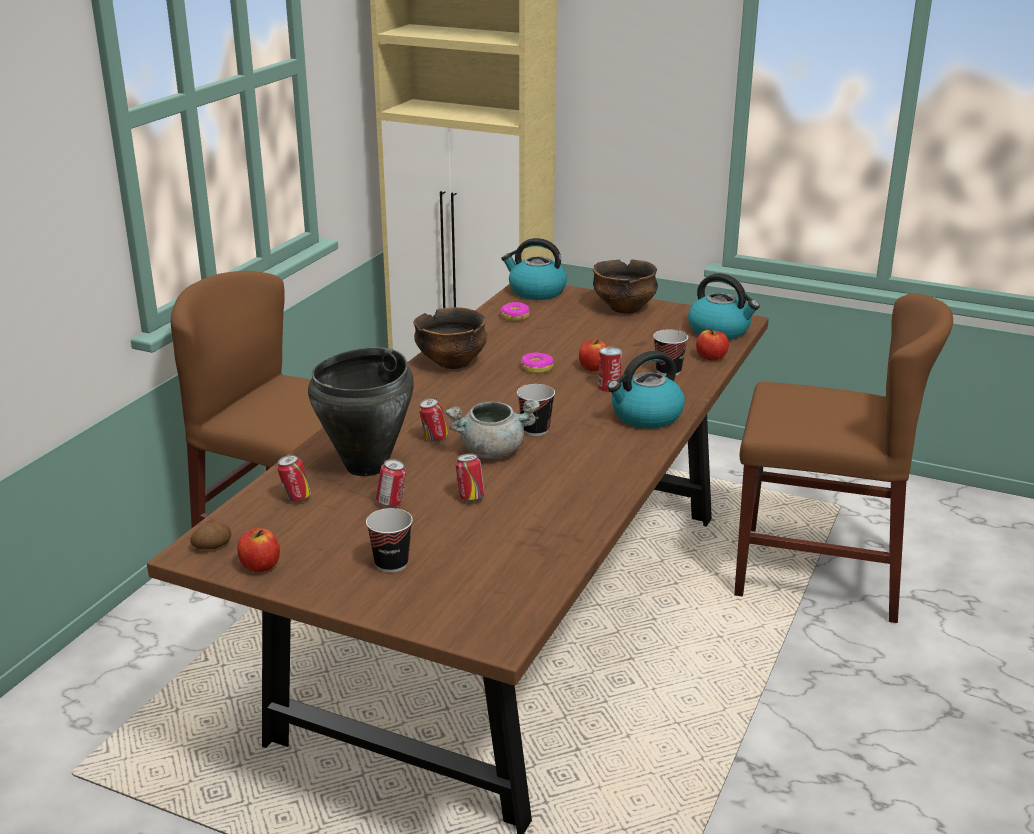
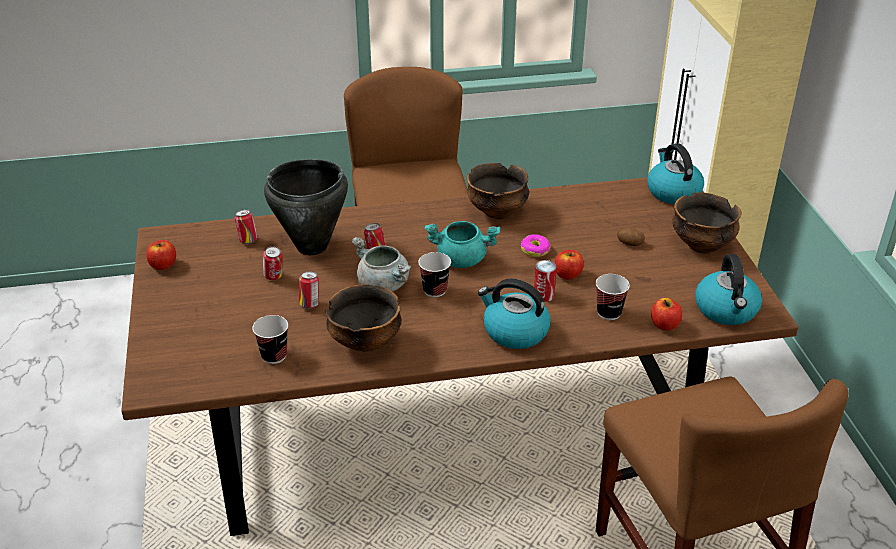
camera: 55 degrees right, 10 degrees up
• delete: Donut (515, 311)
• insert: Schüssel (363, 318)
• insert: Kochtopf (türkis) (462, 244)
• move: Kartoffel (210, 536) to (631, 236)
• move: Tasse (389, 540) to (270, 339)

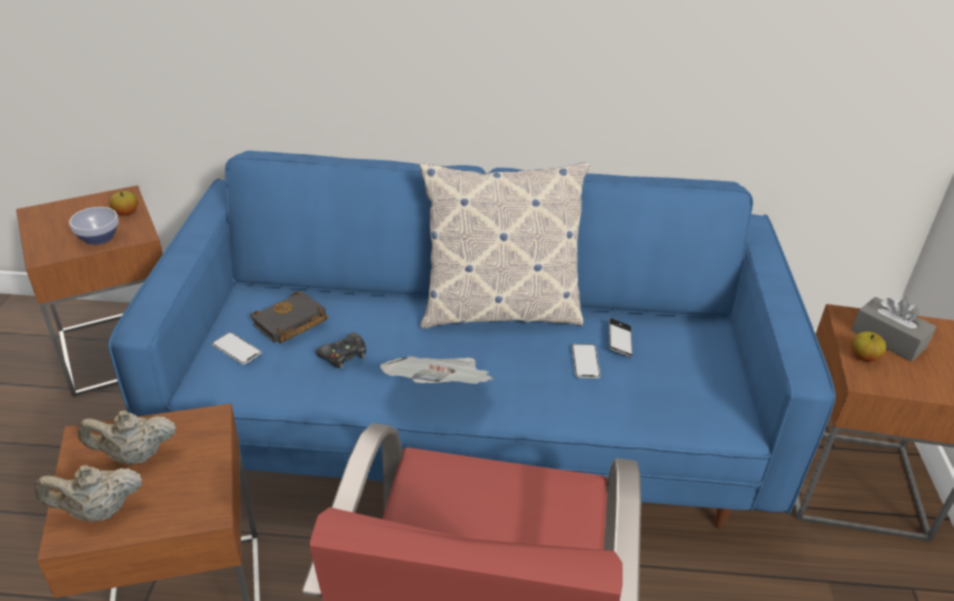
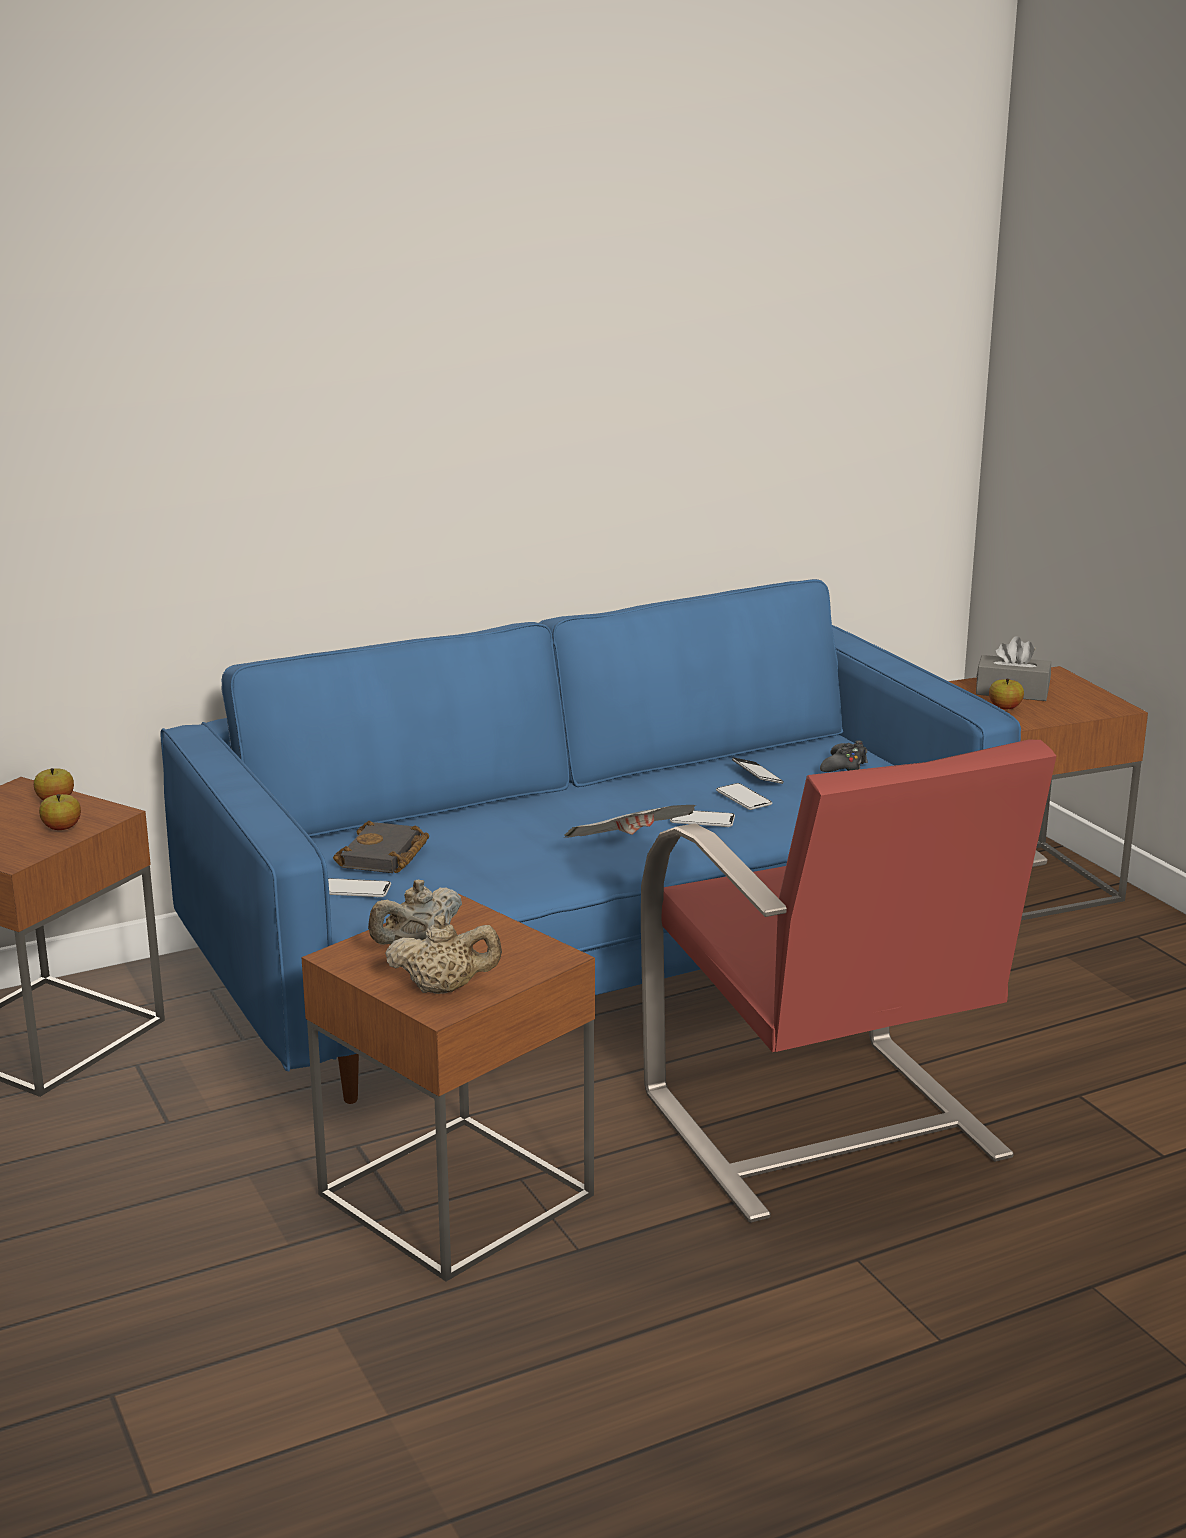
camera: 30 degrees left, 15 degrees down
• delete: Kissen (504, 245)
• insert: Handy (702, 818)
• move: Gamepad (schwarz) (341, 350) to (844, 756)
• replace: Schüssel (94, 226) to Apfel (60, 812)
• rotate: Teekanne (beige) (88, 493) = (443, 954) 135 degrees counterclockwise

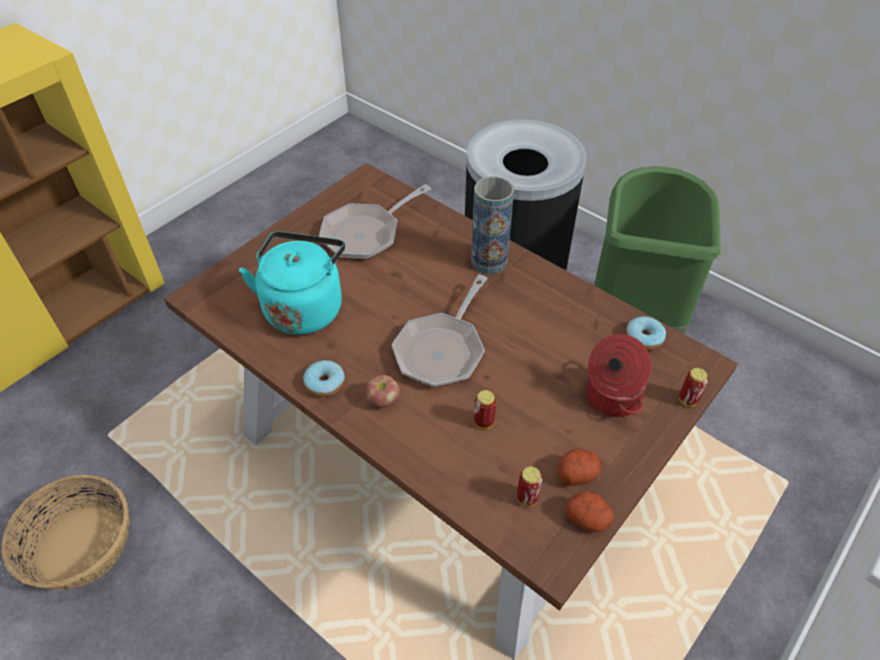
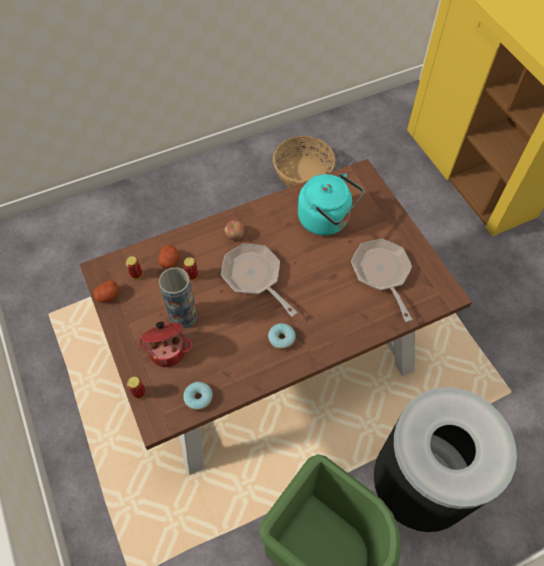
camera: 115 degrees right, 10 degrees up
• move: Donut (324, 378) to (282, 336)
• move: Vase (492, 225) to (178, 298)
• move: Kartoffel (579, 467) to (168, 256)

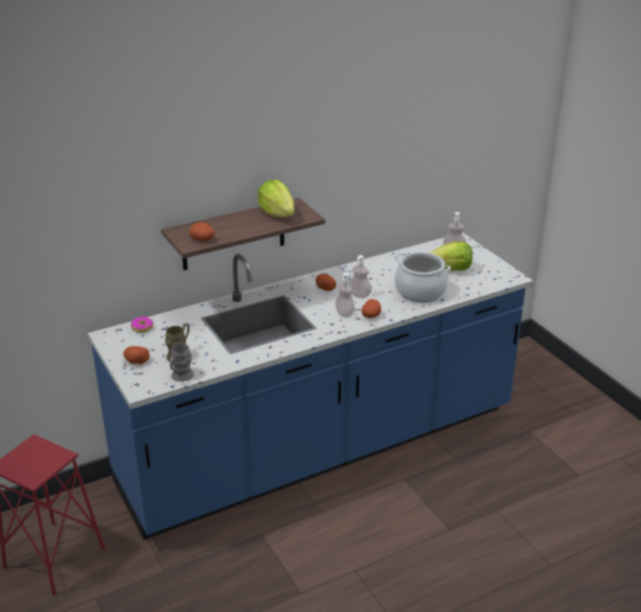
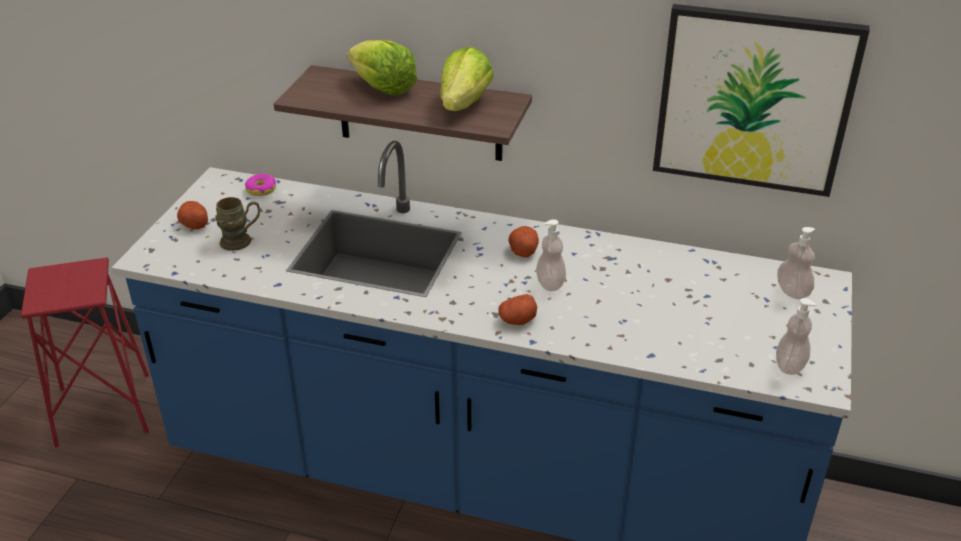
camera: 45 degrees right, 5 degrees up
• delete: Henkelbecher (grau) (182, 363)
• delete: Kartoffel (202, 231)
• delete: Kochtopf (423, 277)
• insert: Bild (761, 100)
• move: Seifenspender (345, 295) to (796, 336)
• move: Salatkopf (451, 256) to (382, 68)

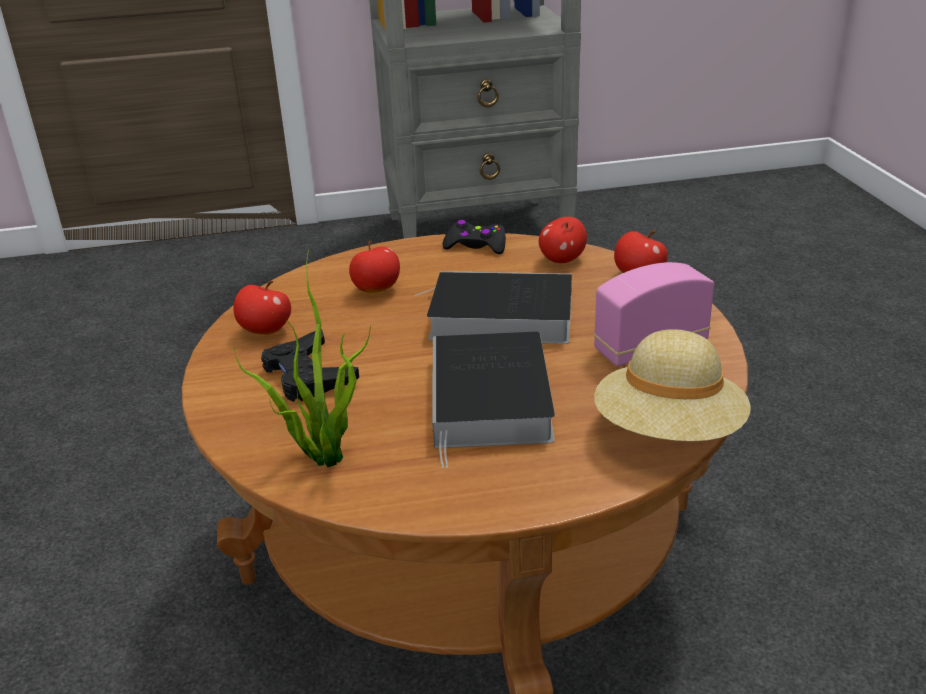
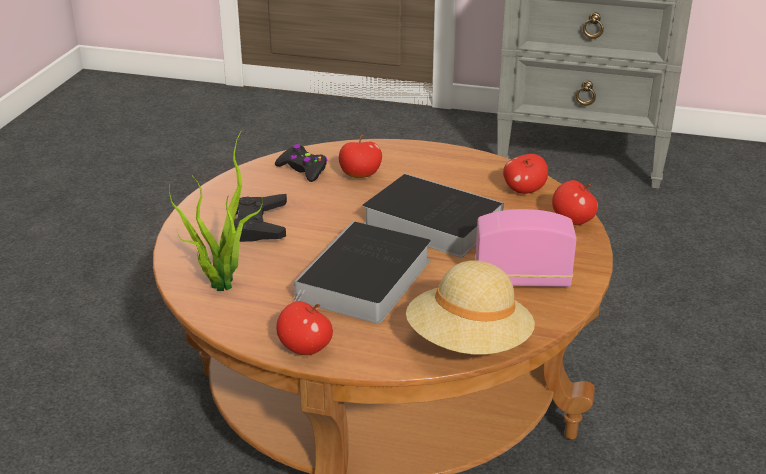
camera: 25 degrees right, 0 degrees up
• move: Apfel (262, 308) to (305, 328)
• move: Gamepad (schwarz) (474, 237) to (301, 163)

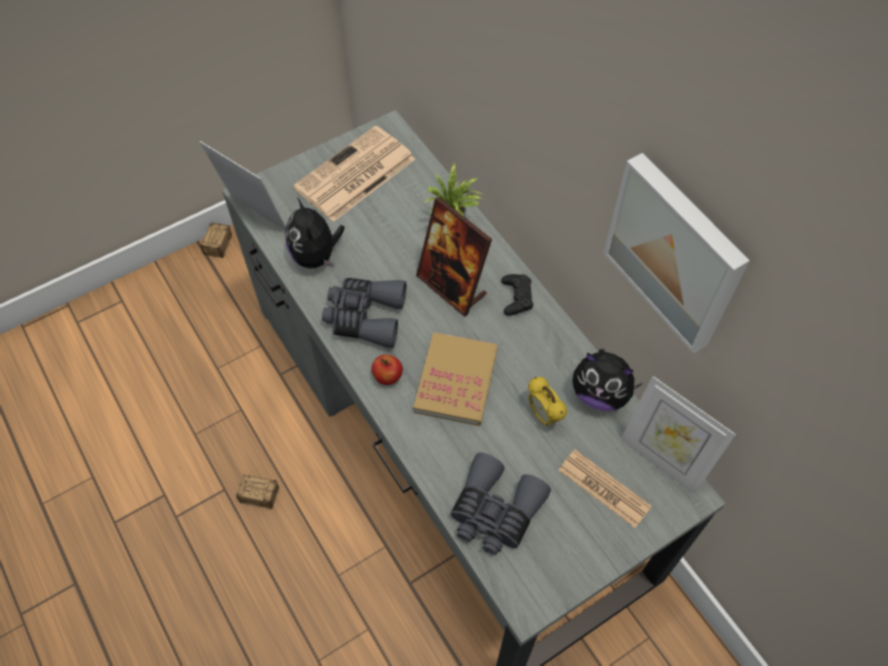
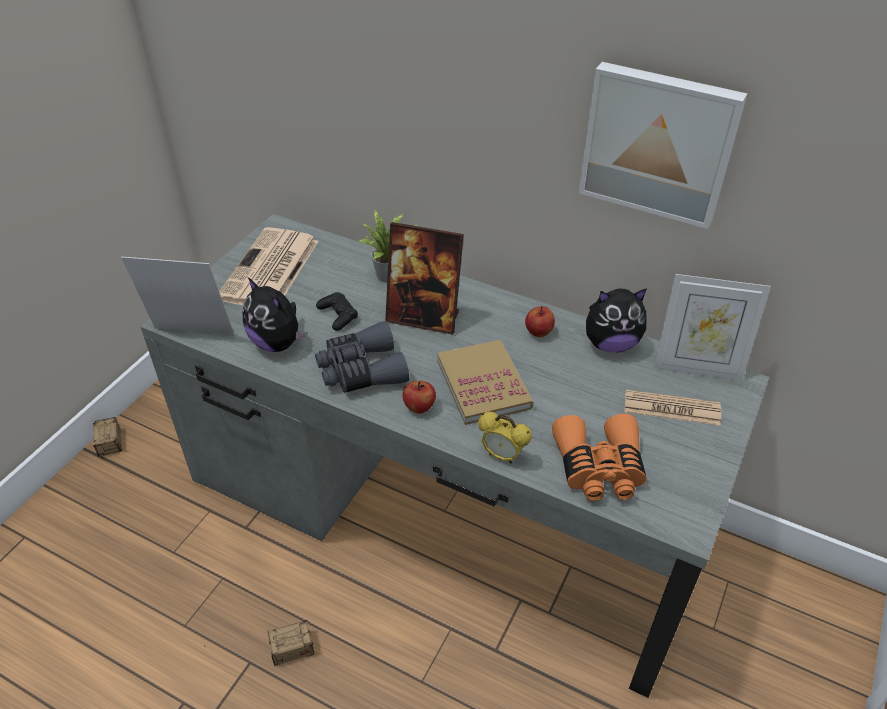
camera: 30 degrees left, 15 degrees down
• insert: Apfel (540, 321)
• move: Gamepad (schwarz) (517, 295) to (337, 311)
• move: Wecker (547, 401) to (505, 438)
• recolor: Fernglas (grau) (501, 504) to Fernglas (orange) (599, 457)

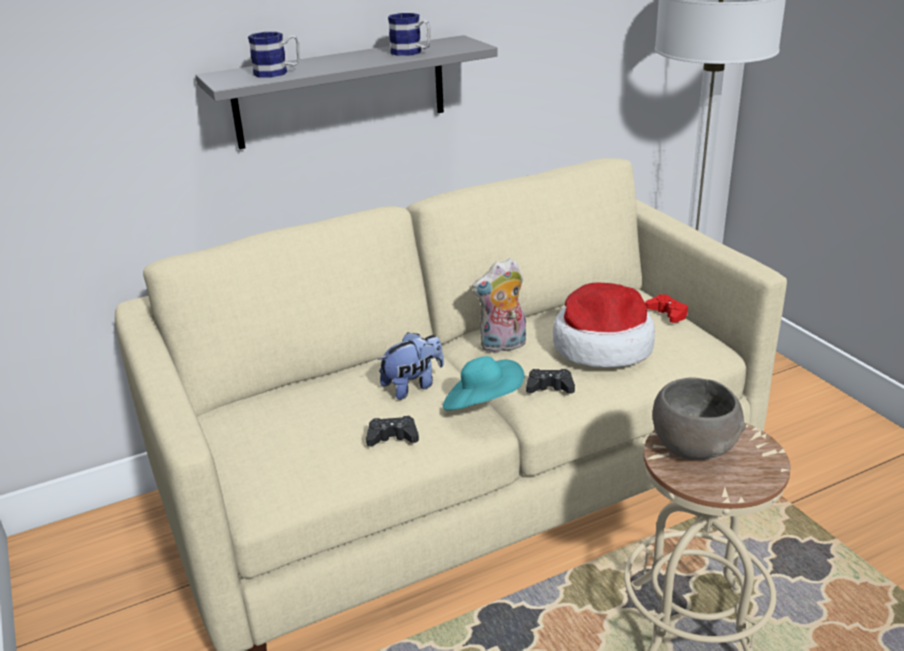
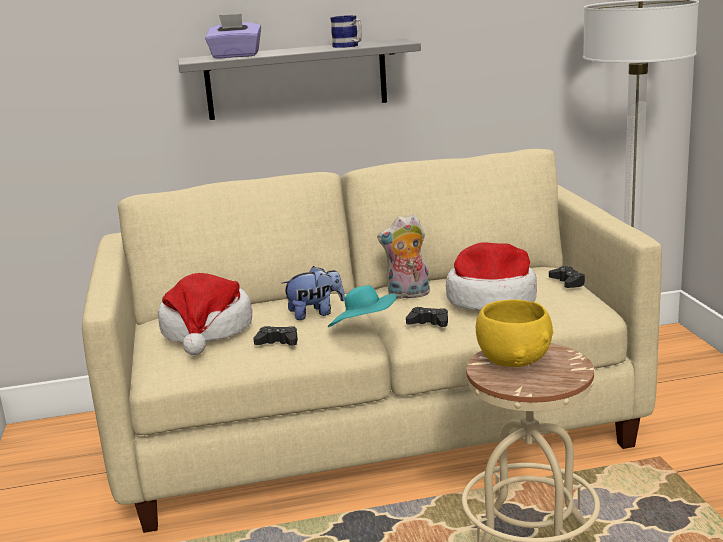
camera: 15 degrees right, 10 degrees down
• insert: Hut (205, 314)
• replace: Henkelbecher (274, 55) to Taschentuchbox (lila) (233, 36)
• recolor: Gamepad (rot) (666, 308) to Gamepad (schwarz) (567, 277)
• recolor: Schüssel (grau) (699, 418) to Schüssel (gelb) (515, 333)

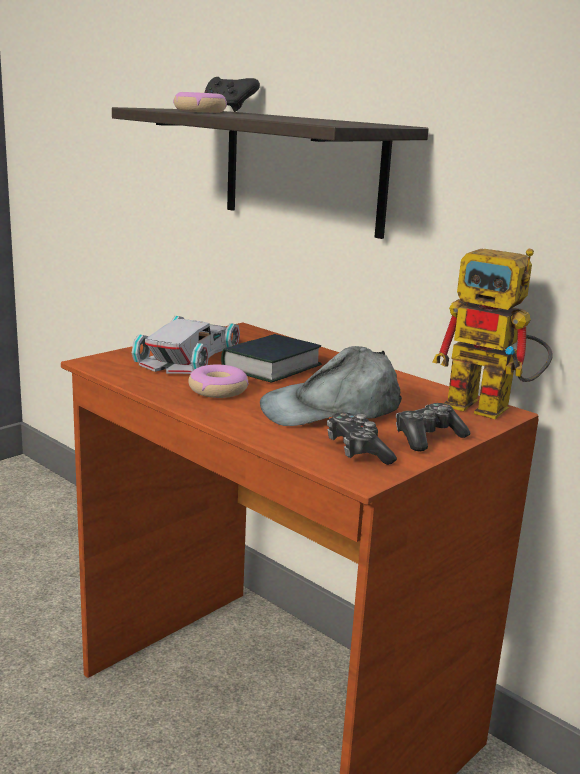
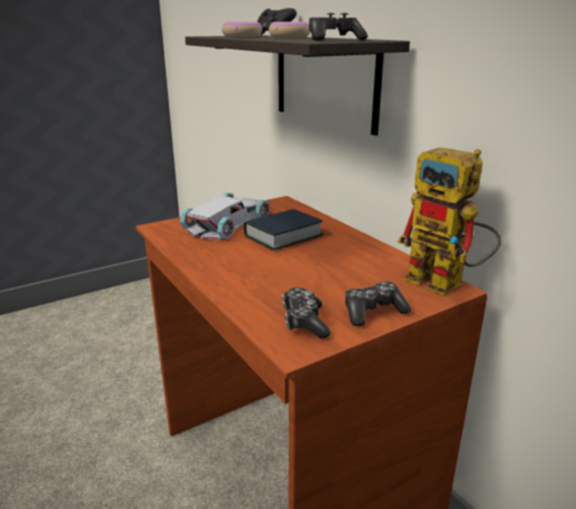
camera: 15 degrees right, 5 degrees up
• delete: Kappe (grau) (331, 386)
• insert: Gamepad (338, 26)
• move: Donut (218, 381) to (290, 30)

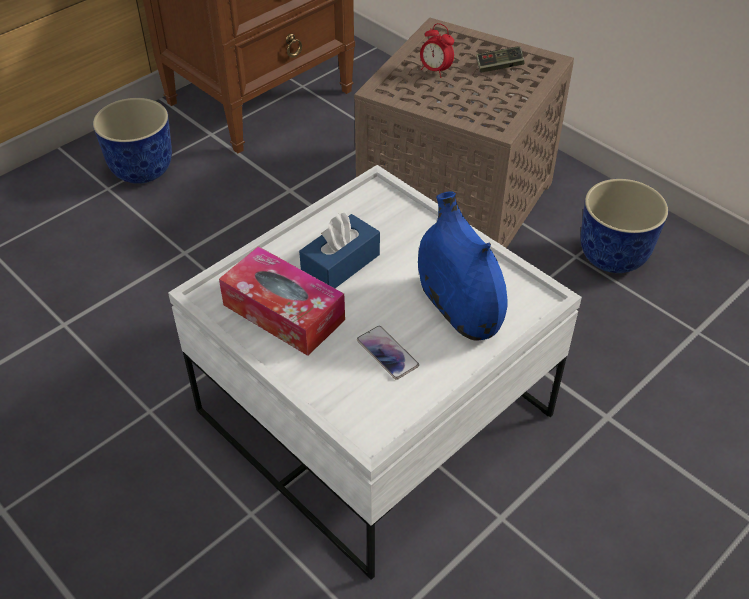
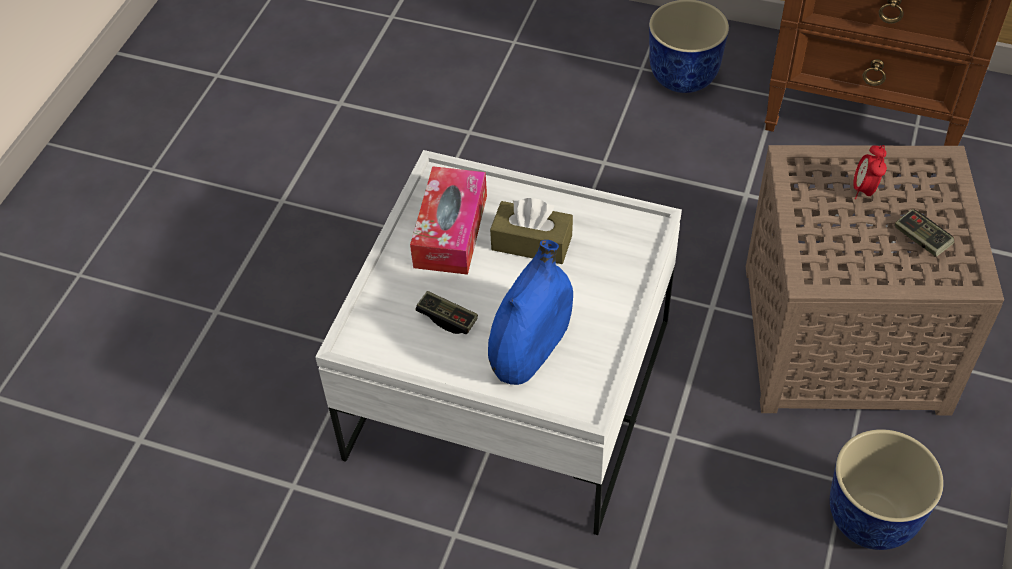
camera: 65 degrees right, 5 degrees up
• replace: Handy (388, 353) to Gamepad (446, 312)
• recolor: Taschentuchbox (blau) (339, 250) to Taschentuchbox (braun) (531, 231)

